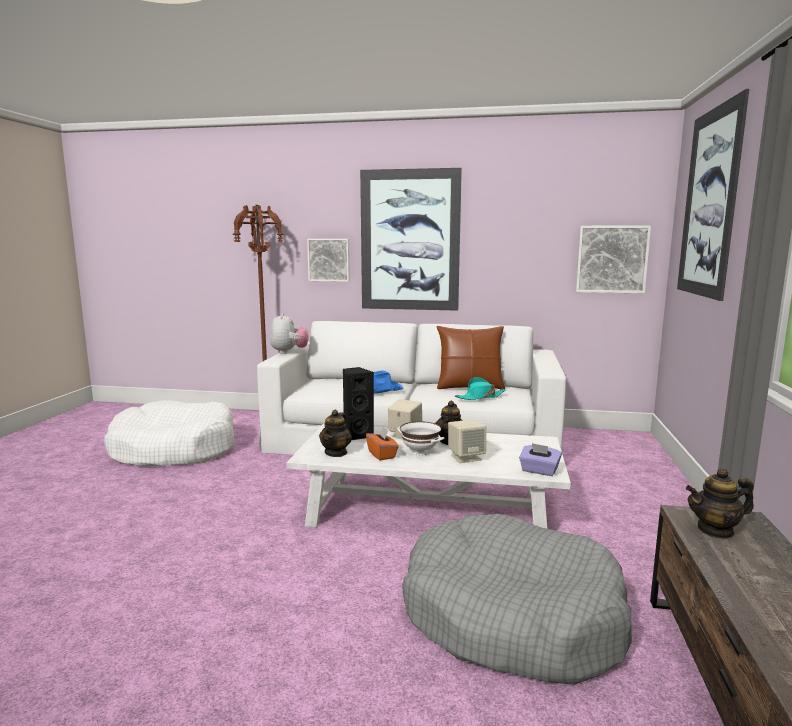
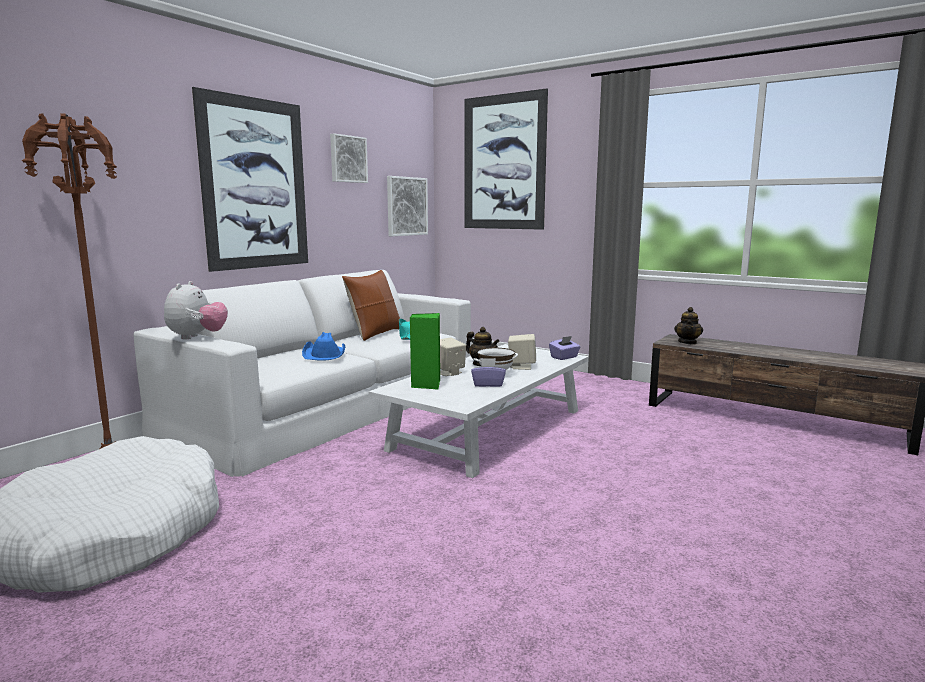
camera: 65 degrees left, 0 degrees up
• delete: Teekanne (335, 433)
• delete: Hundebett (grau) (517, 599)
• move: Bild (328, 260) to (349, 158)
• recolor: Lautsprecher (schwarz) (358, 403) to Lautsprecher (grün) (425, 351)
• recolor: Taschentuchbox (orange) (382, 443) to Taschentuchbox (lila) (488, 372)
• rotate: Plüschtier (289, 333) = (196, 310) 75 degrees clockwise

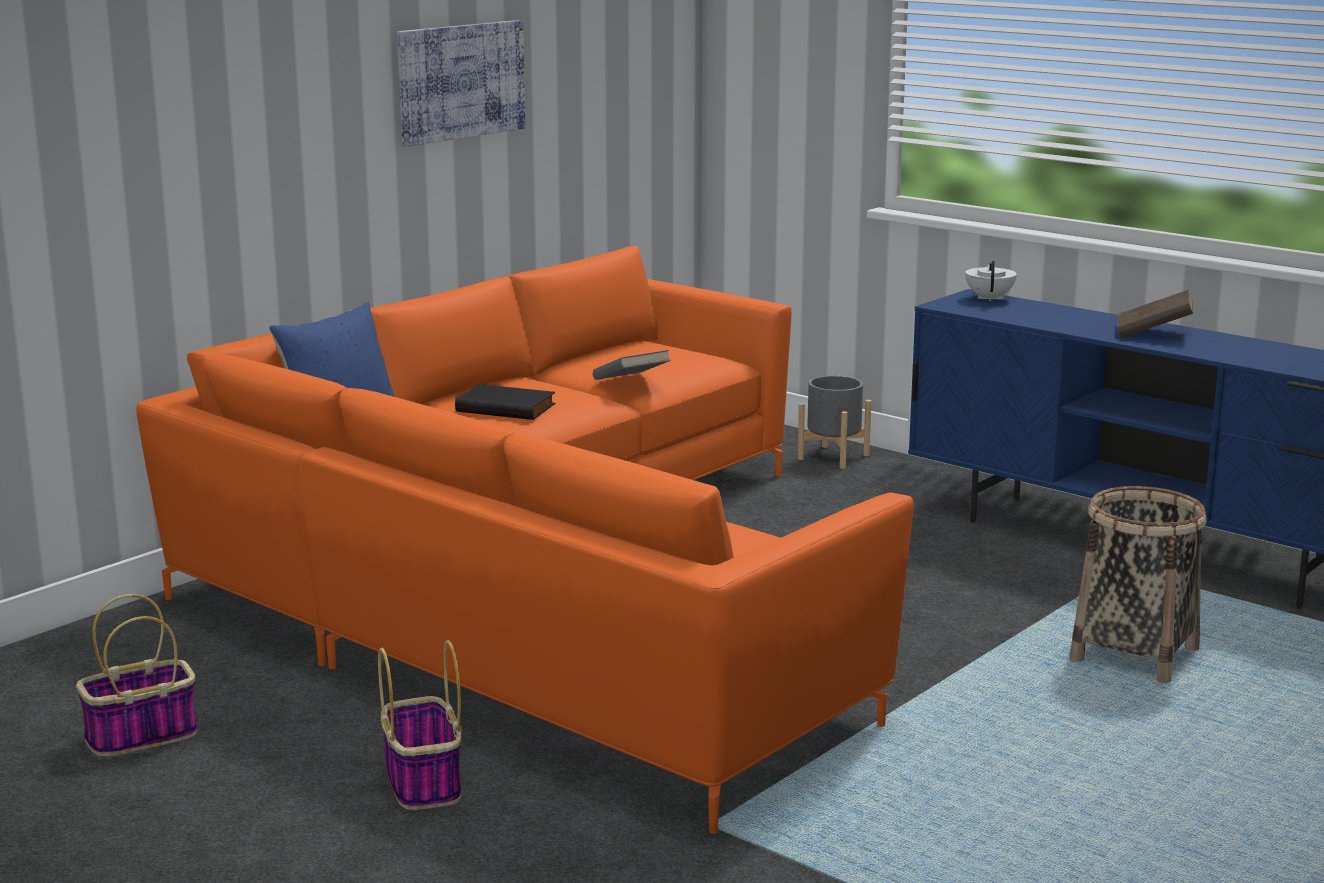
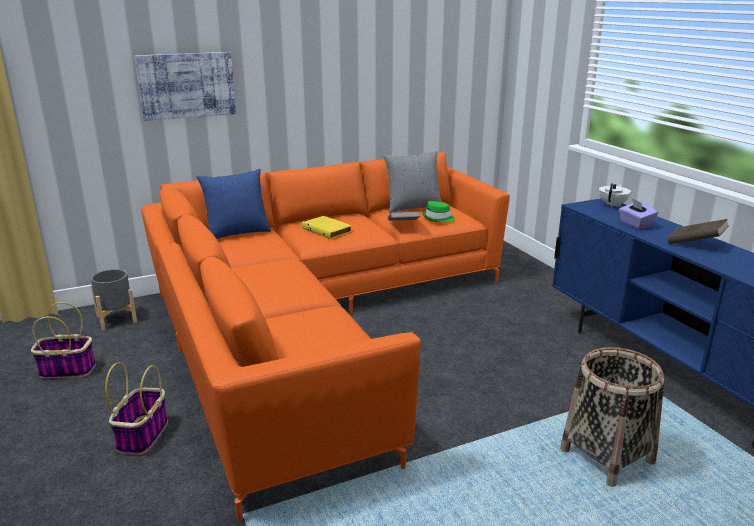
camera: 25 degrees right, 5 degrees up
• insert: Kissen (grau) (412, 182)
• insert: Hut (grün) (438, 211)
• insert: Taschentuchbox (lila) (638, 213)
• move: Bild (461, 83) to (185, 86)
• move: Pflanzkübel (grau) (834, 422) to (114, 299)
• recolor: Buch (schwarz) (505, 402) to Buch (gelb) (327, 227)

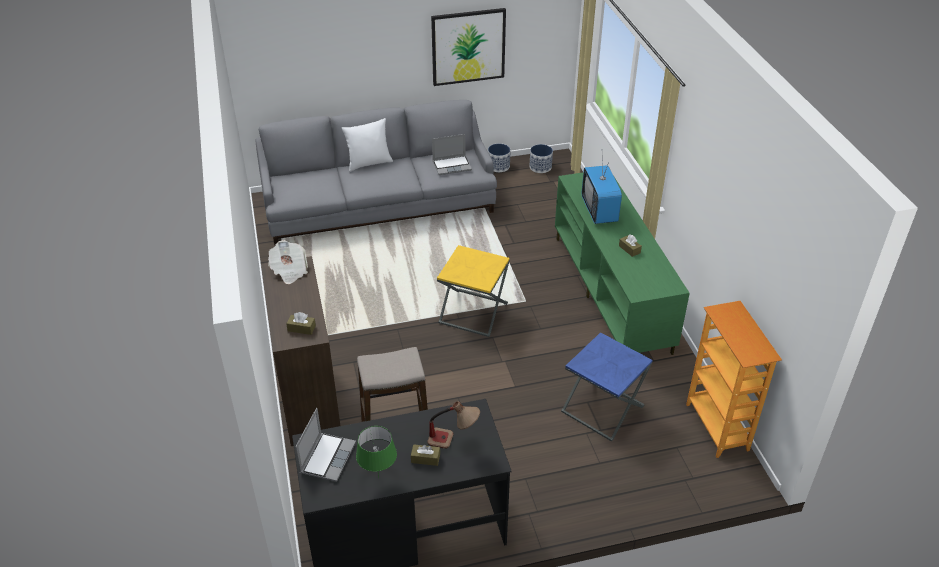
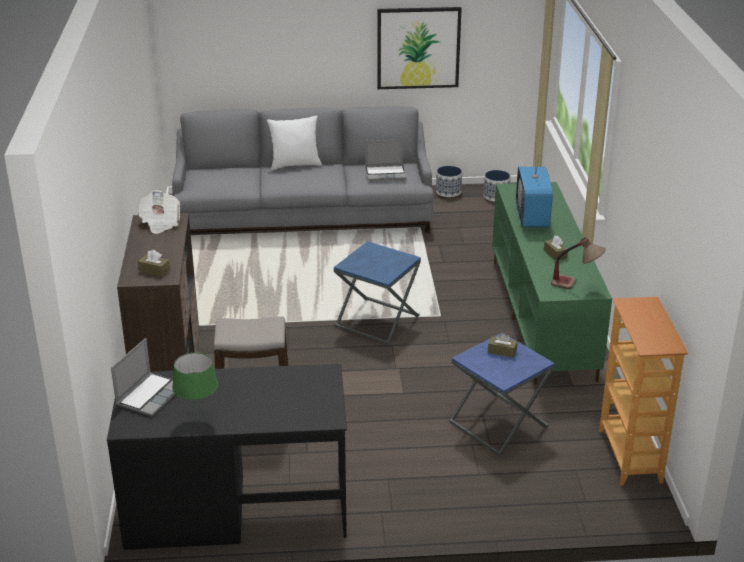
camera: 10 degrees right, 10 degrees down
• move: Taschentuchbox (braun) (425, 455) to (502, 345)
• move: Tischlampe (453, 425) to (578, 263)
• recolor: Beistelltisch (gelb) (473, 291) to Beistelltisch (blau) (377, 292)

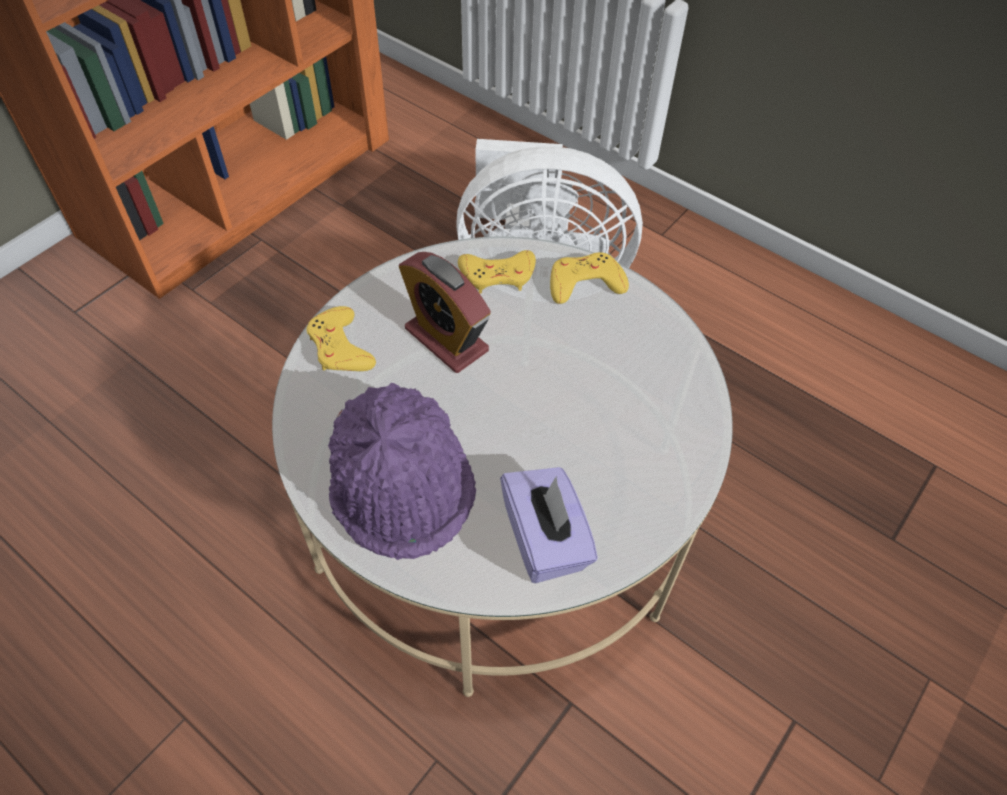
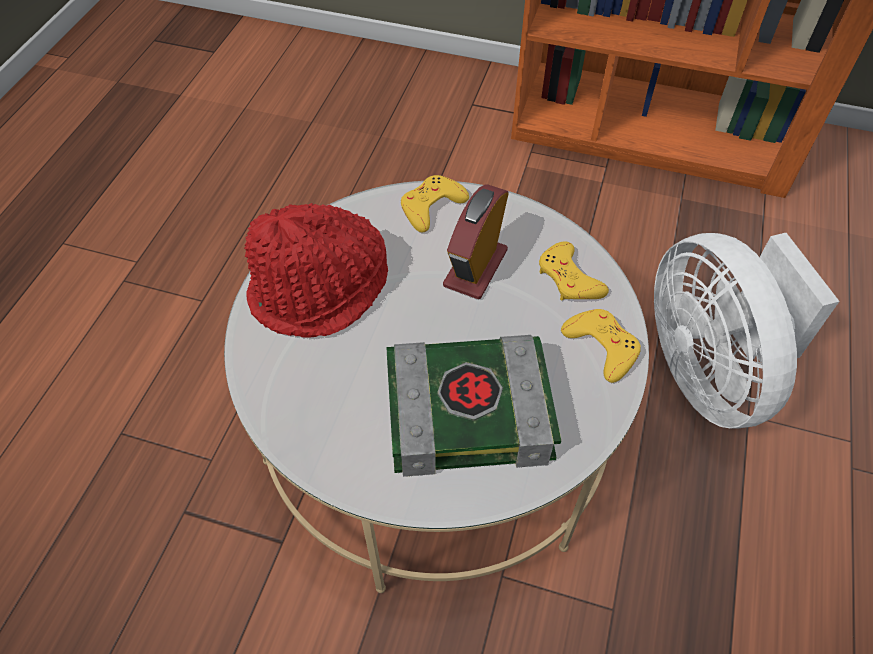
camera: 70 degrees right, 0 degrees up
• delete: Taschentuchbox (lila) (549, 525)
• insert: Buch (474, 406)
• recolor: Hut (lila) (402, 471) to Hut (rot) (316, 270)

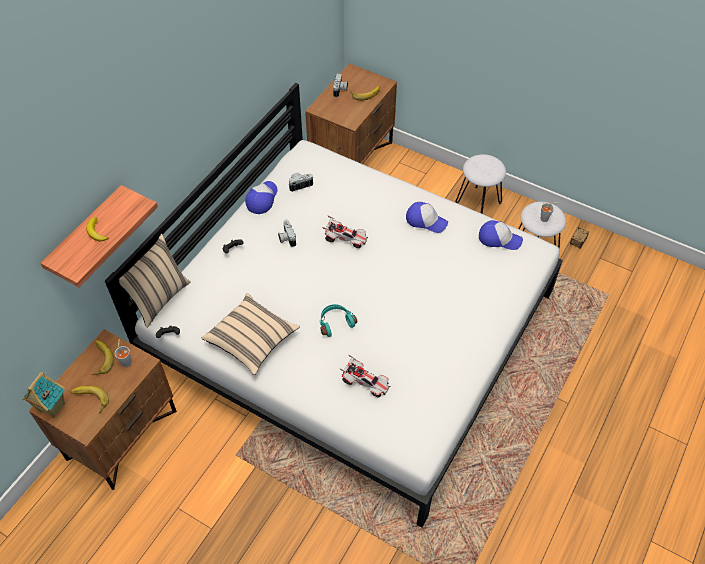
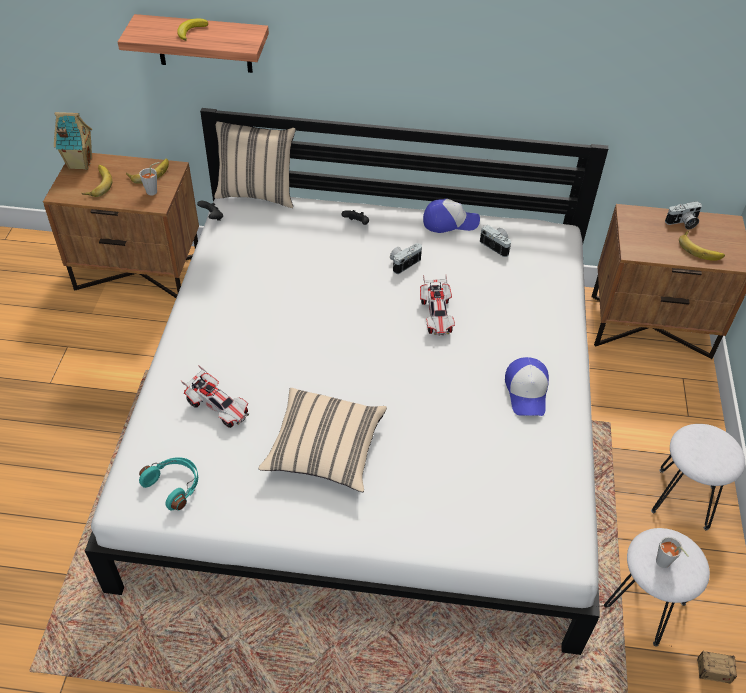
camera: 65 degrees right, 5 degrees down
• delete: Kappe (501, 235)
• move: Kissen (beige) (251, 334) to (322, 440)
• move: Kopfhörer (türkis) (338, 320) to (168, 484)
• rotate: Spielzeugauto (365, 376) = (214, 396) 60 degrees counterclockwise

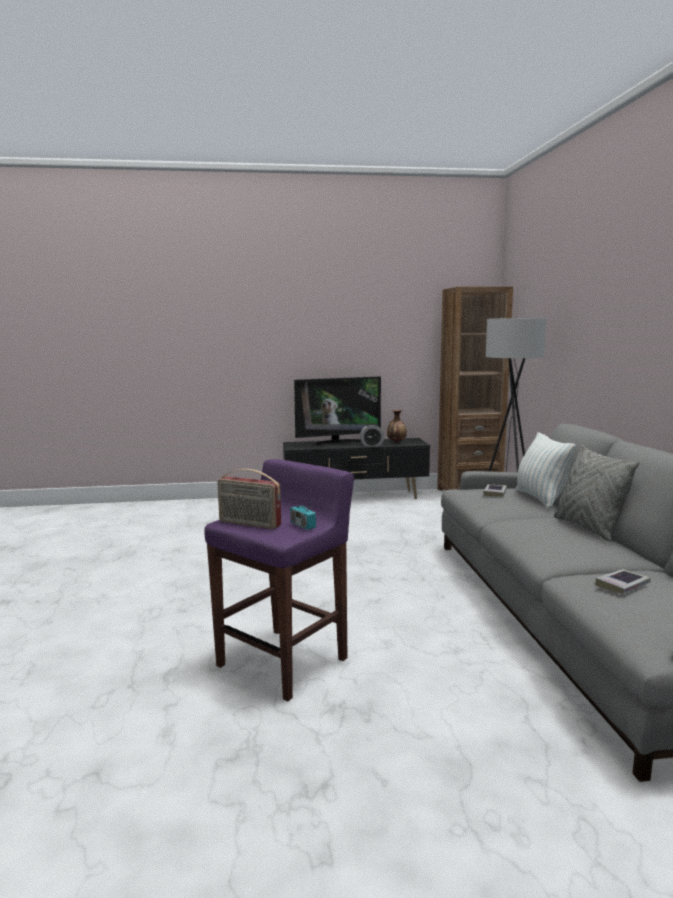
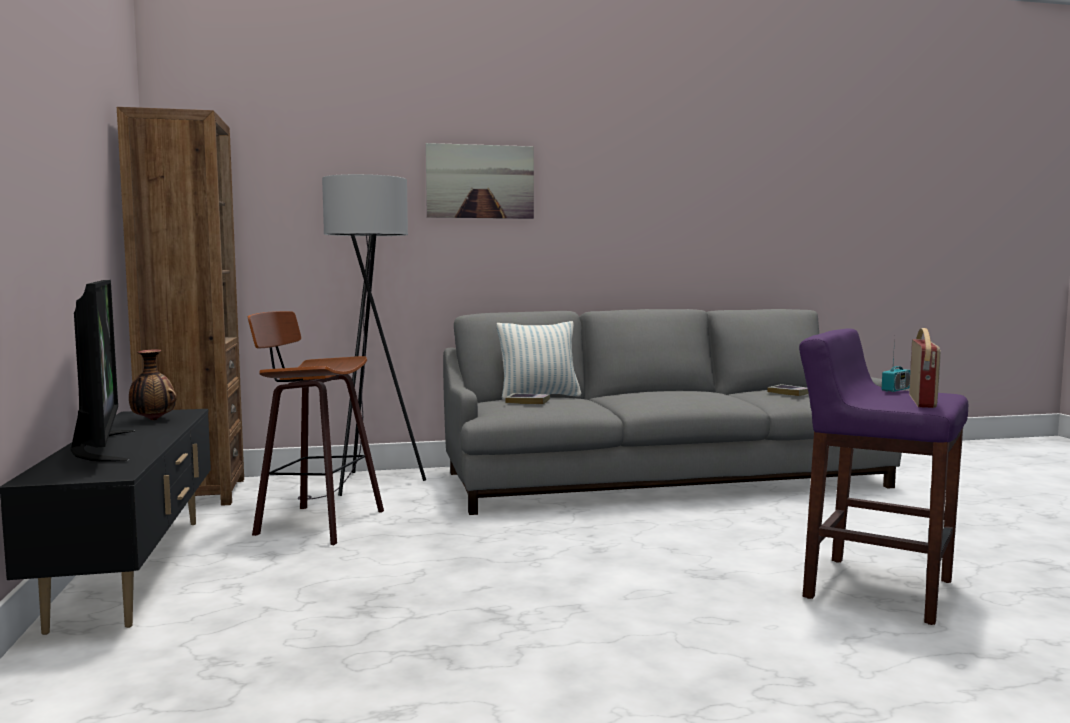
camera: 95 degrees left, 5 degrees down
• delete: Wecker (372, 435)
• delete: Kissen (grau) (597, 493)
• insert: Hocker (316, 428)
• insert: Bild (480, 181)

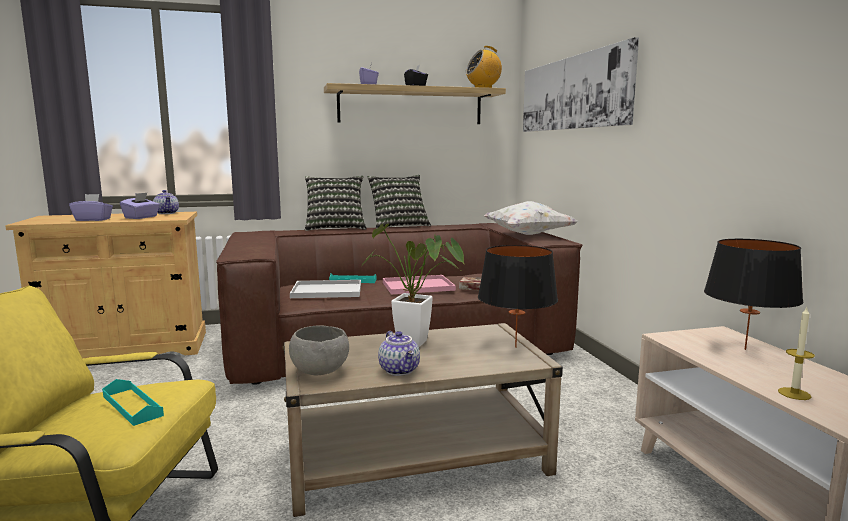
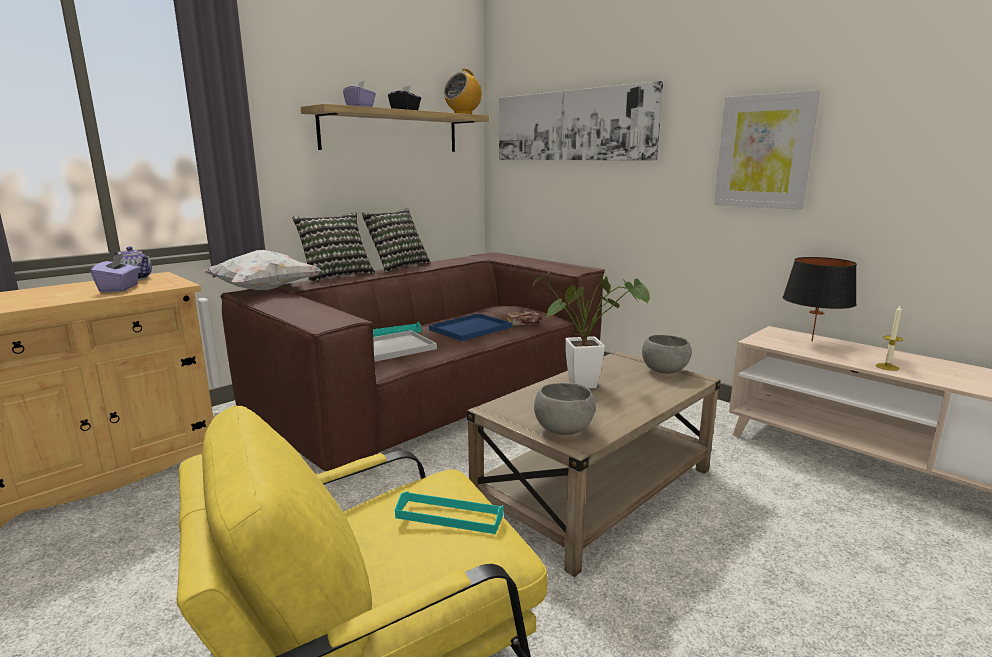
camera: 30 degrees left, 5 degrees up
• delete: Taschentuchbox (lila) (91, 207)
• delete: Teekanne (399, 353)
• insert: Bild (767, 150)
• move: Kissen (weiß) (531, 218) to (262, 270)
• replace: Tischlampe (schwarz) (518, 296) to Schüssel (grau) (667, 354)
• recolor: Tablett (rosa) (419, 285) to Tablett (blau) (470, 327)

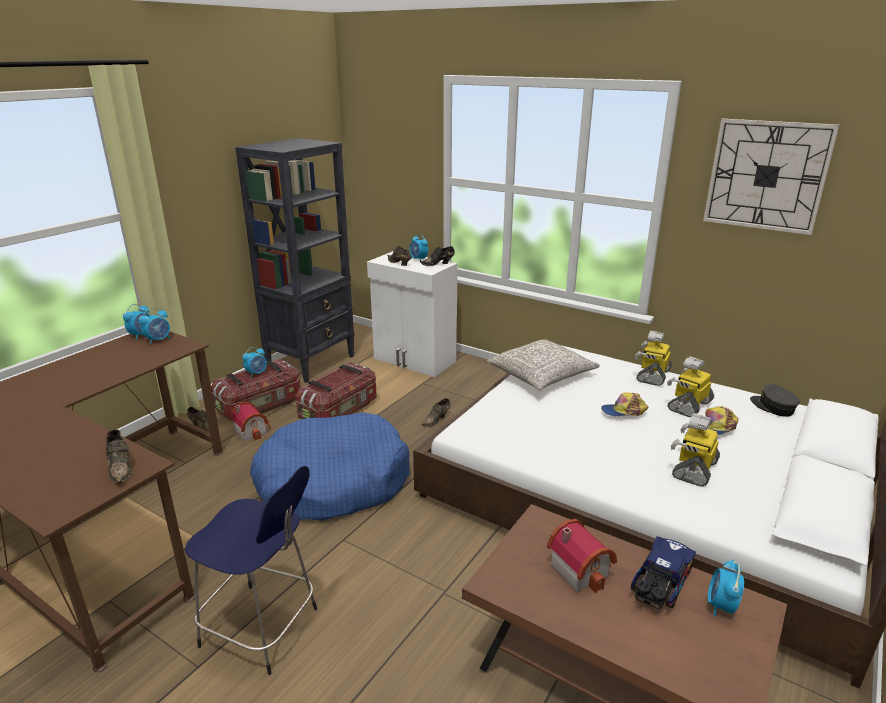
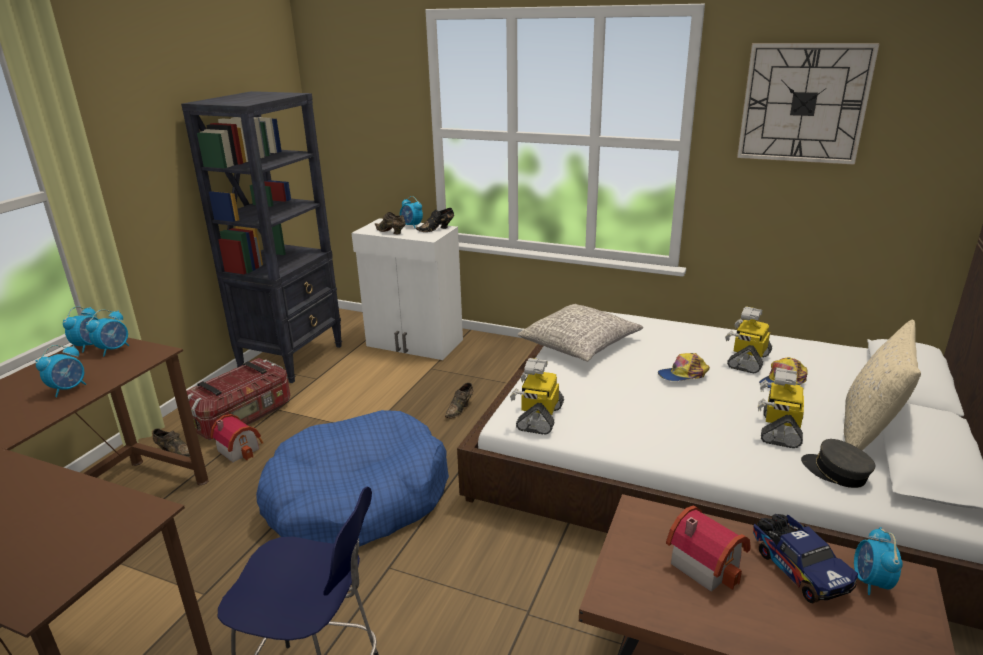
camera: 10 degrees left, 0 degrees up
• delete: Schuh (braun) (119, 456)
• delete: Aufbewahrungsbox (336, 390)
• insert: Kissen (beige) (882, 385)
• move: Wecker (254, 362) to (61, 371)
• move: Spielzeugroboter (653, 358) to (537, 396)
• move: Kappe (grau) (775, 400) to (838, 463)
• rotate: Spielzeuglaster (663, 572) = (805, 559) 135 degrees clockwise

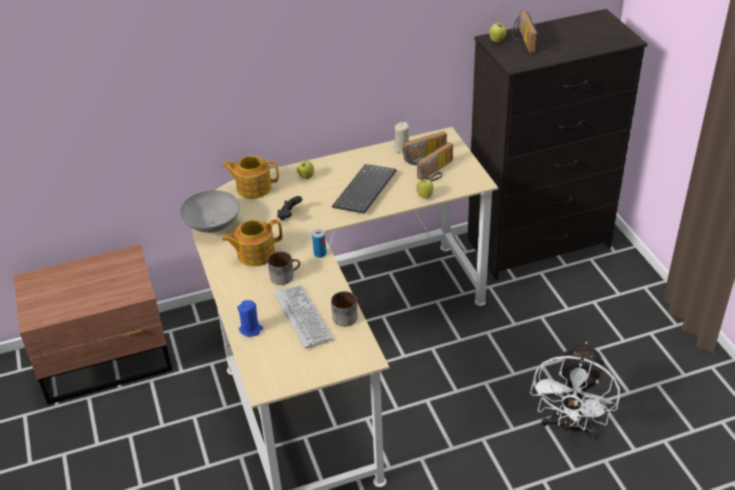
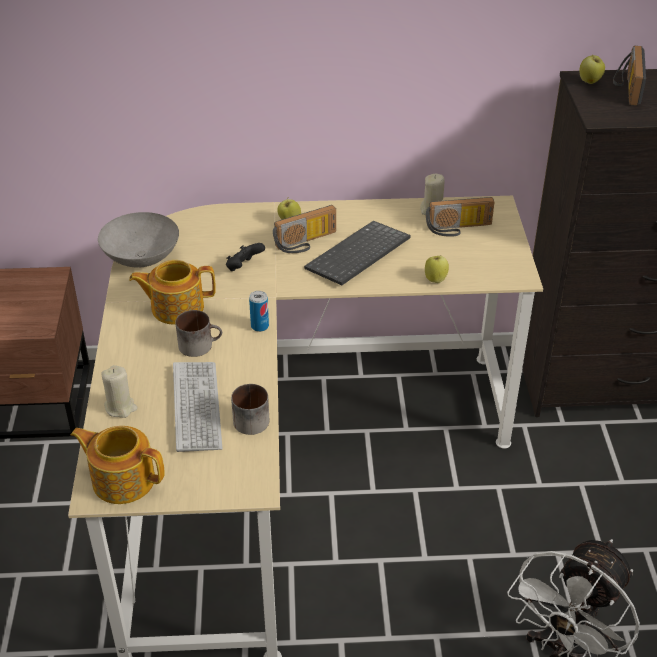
camera: 15 degrees right, 0 degrees up
• move: Teekanne (250, 177) to (117, 465)
• move: Radio (435, 161) to (304, 229)
• recolor: Kerze (blau) (250, 318) to Kerze (beige) (119, 391)

